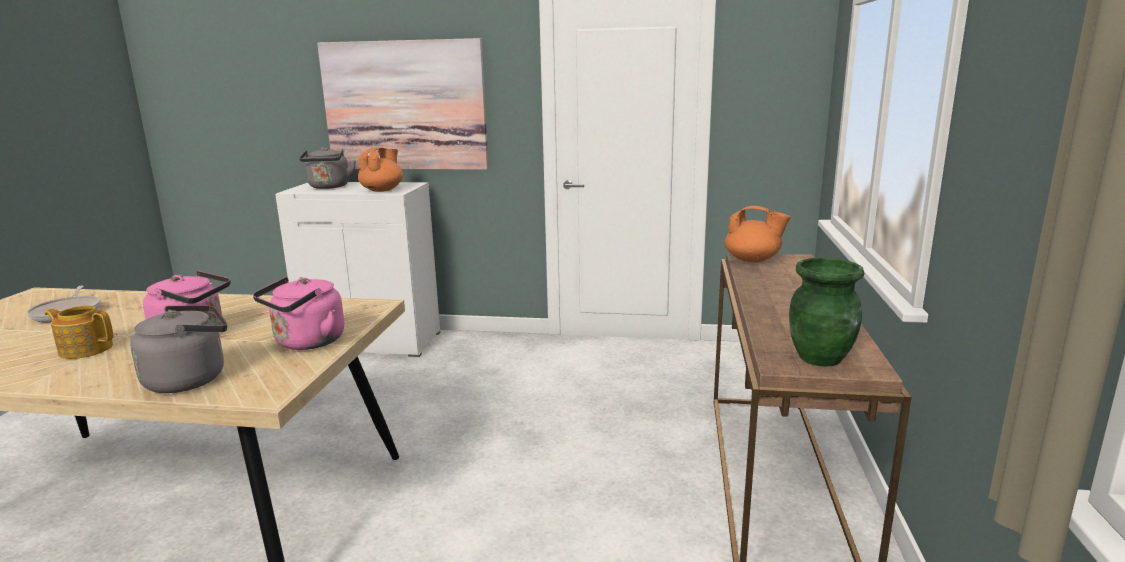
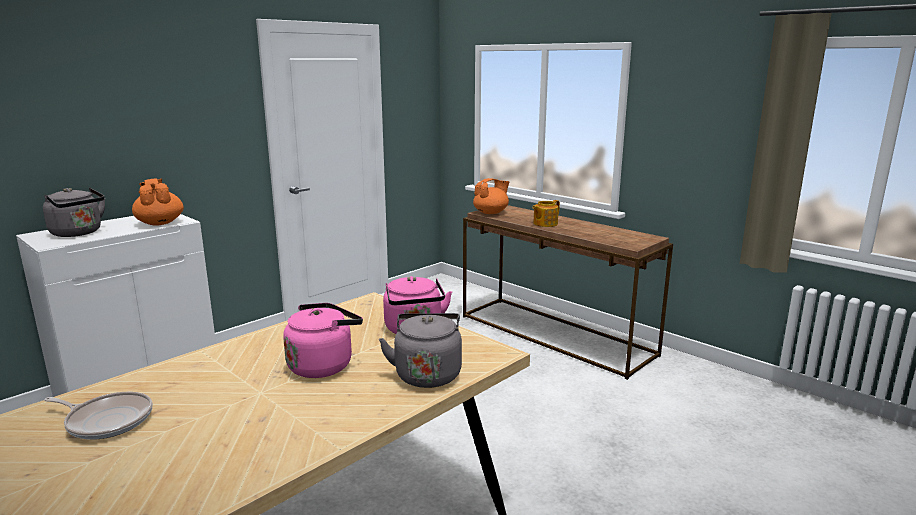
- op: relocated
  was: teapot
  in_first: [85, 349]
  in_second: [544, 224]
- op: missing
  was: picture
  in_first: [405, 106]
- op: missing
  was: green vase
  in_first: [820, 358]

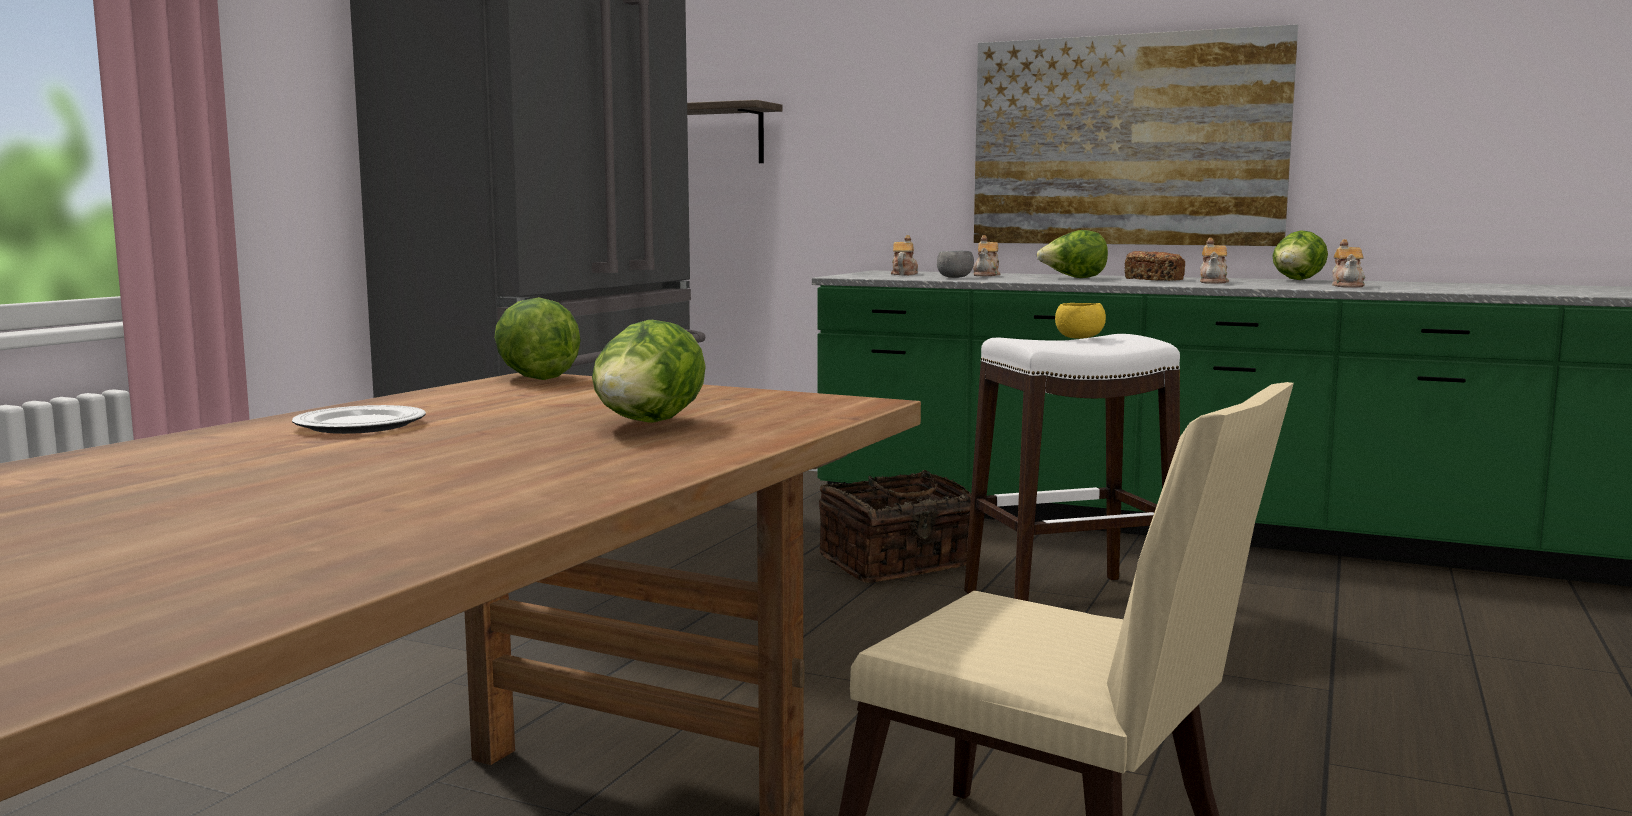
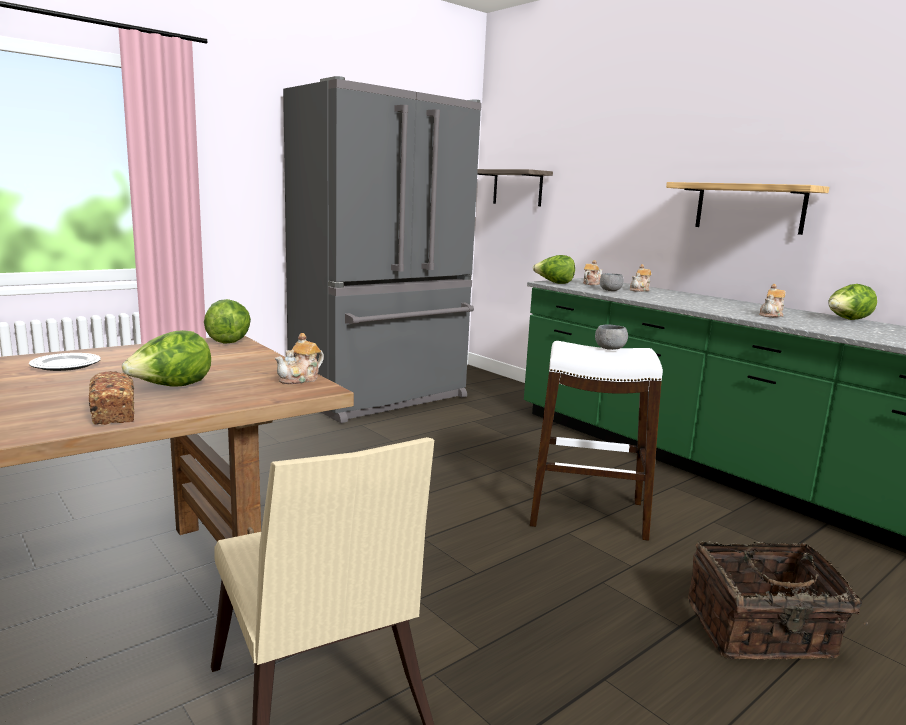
- op: relocated
  was: bread
  in_first: [1154, 279]
  in_second: [114, 413]
- op: relocated
  was: teapot
  in_first: [1348, 286]
  in_second: [300, 379]
- op: relocated
  was: lettuce
  in_first: [1073, 278]
  in_second: [554, 283]
- op: colour
  was: yellow bowl
  now: grey bowl
  in_first: [1079, 338]
  in_second: [610, 348]
- op: exchanged
  was: picture
  now: shelf
  in_first: [1127, 141]
  in_second: [749, 208]
- op: relocated
  was: basket
  in_first: [896, 564]
  in_second: [761, 632]

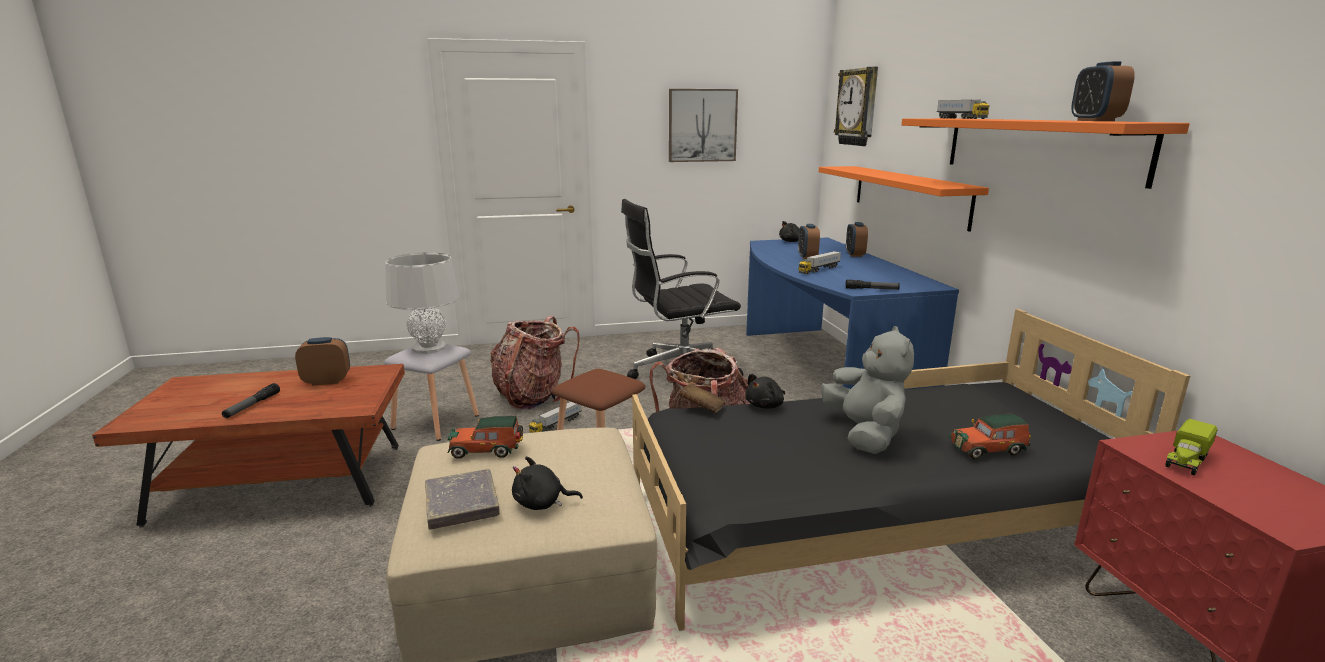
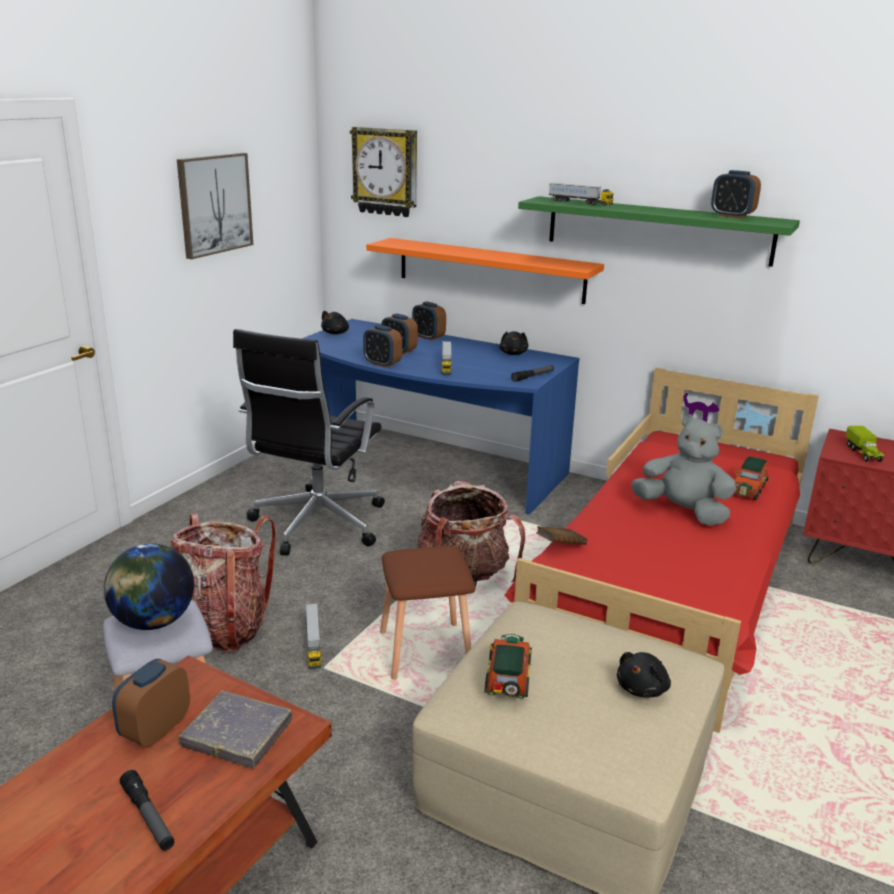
- op: exchanged
  was: grey table lamp
  now: globe
  in_first: [429, 348]
  in_second: [153, 622]
- op: relocated
  was: grey book
  in_first: [462, 503]
  in_second: [237, 734]
- op: appeared
  now: alarm clock
  in_second: [382, 364]
- op: spun
  was: toy car
  in_first: [488, 450]
  in_second: [508, 680]
  clockwise: 150
- op: relocated
  was: black plush toy
  in_first: [765, 405]
  in_second: [513, 353]
- op: colour
  was: black bed
  now: red bed
  in_first: [868, 524]
  in_second: [672, 586]
- op: colour
  was: orange shelf
  now: green shelf
  in_first: [1037, 147]
  in_second: [657, 230]

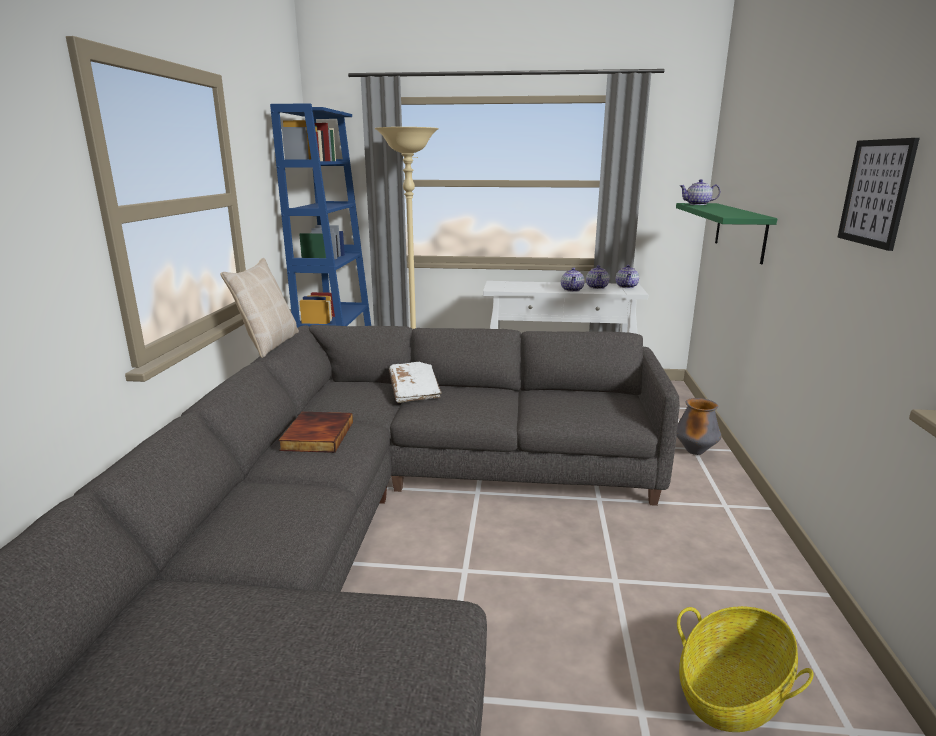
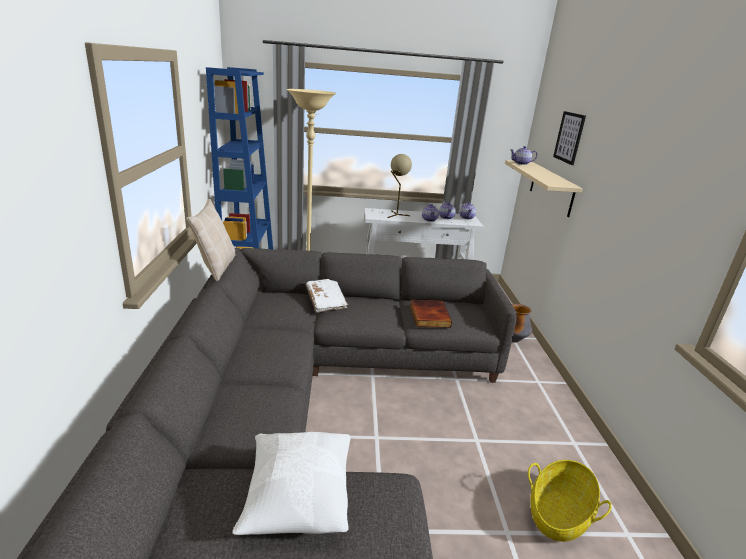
- op: appeared
  now: white pillow
  in_second: [298, 499]
- op: appeared
  now: beige table lamp
  in_second: [395, 215]
- op: relocated
  was: book
  in_first: [316, 435]
  in_second: [428, 316]
- op: colour
  was: green shelf
  now: beige shelf
  in_first: [740, 231]
  in_second: [551, 188]
- op: relocated
  was: picture
  in_first: [876, 192]
  in_second: [569, 137]

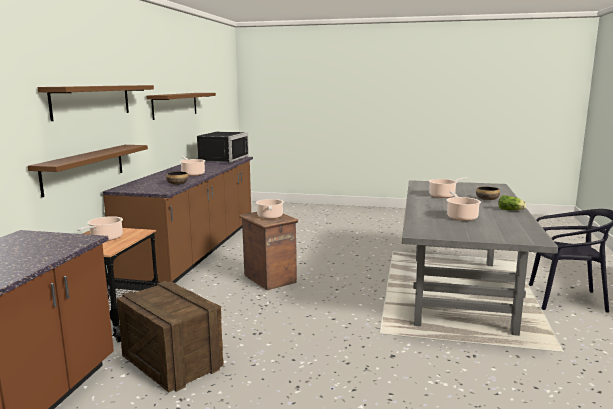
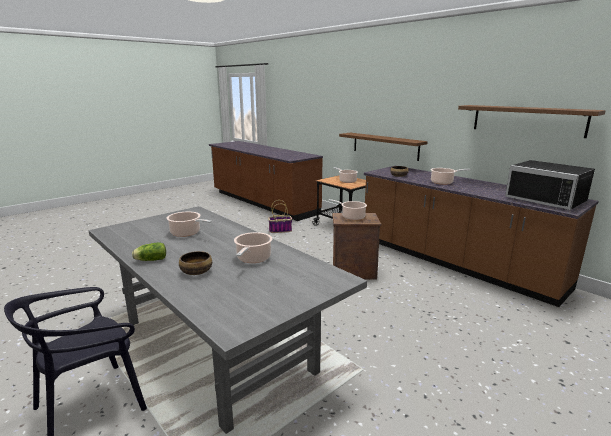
- op: exchanged
  was: crate
  now: basket
  in_first: [171, 362]
  in_second: [280, 230]
- op: missing
  was: brown shelf
  in_first: [92, 101]

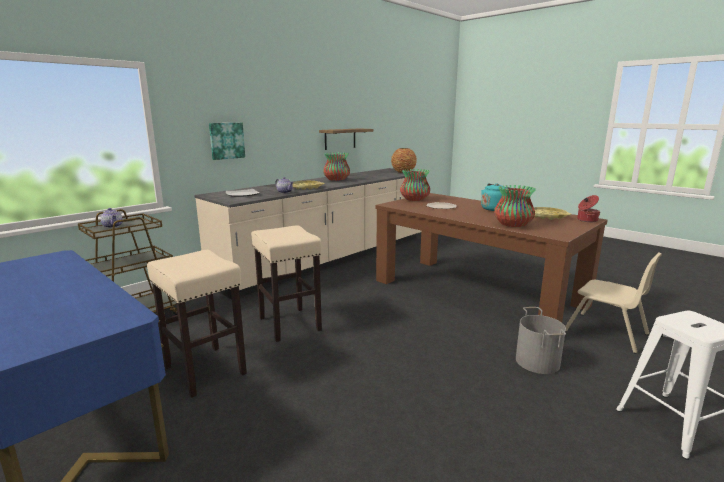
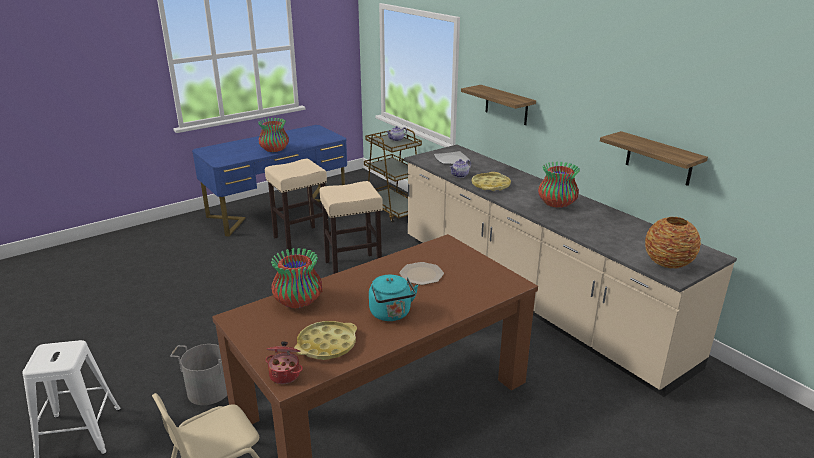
- op: relocated
  was: vase
  in_first: [414, 200]
  in_second: [275, 149]
- op: exchanged
  was: picture
  now: shelf
  in_first: [226, 140]
  in_second: [506, 105]

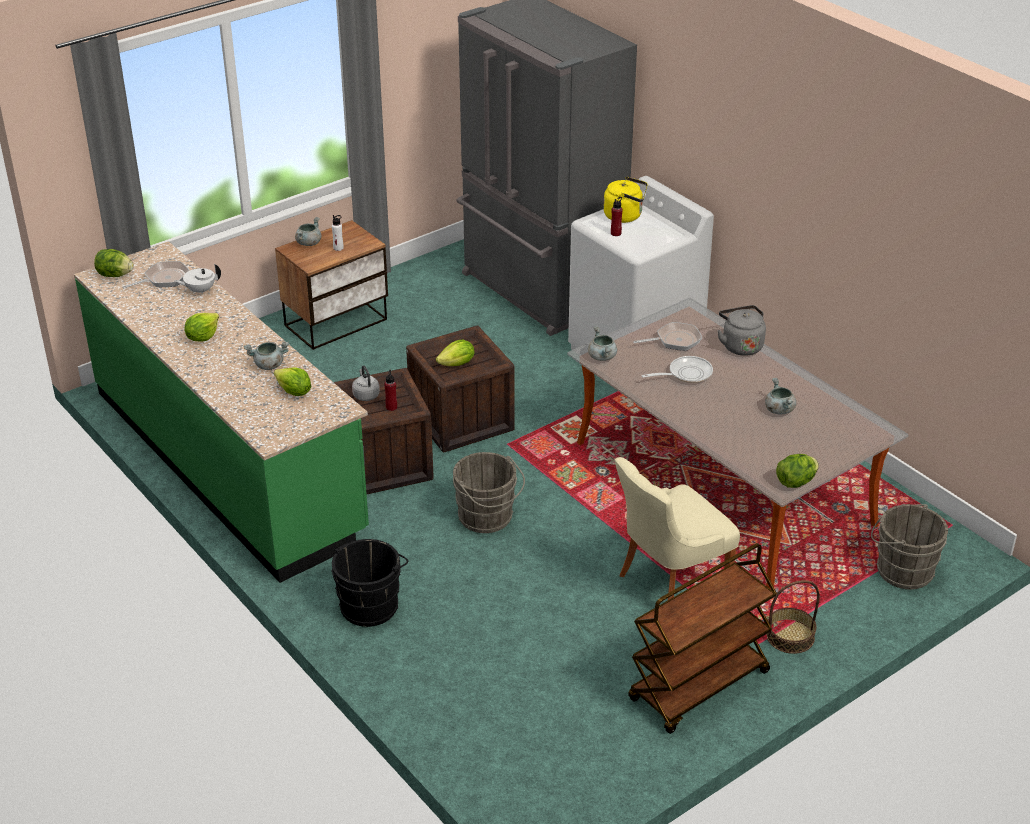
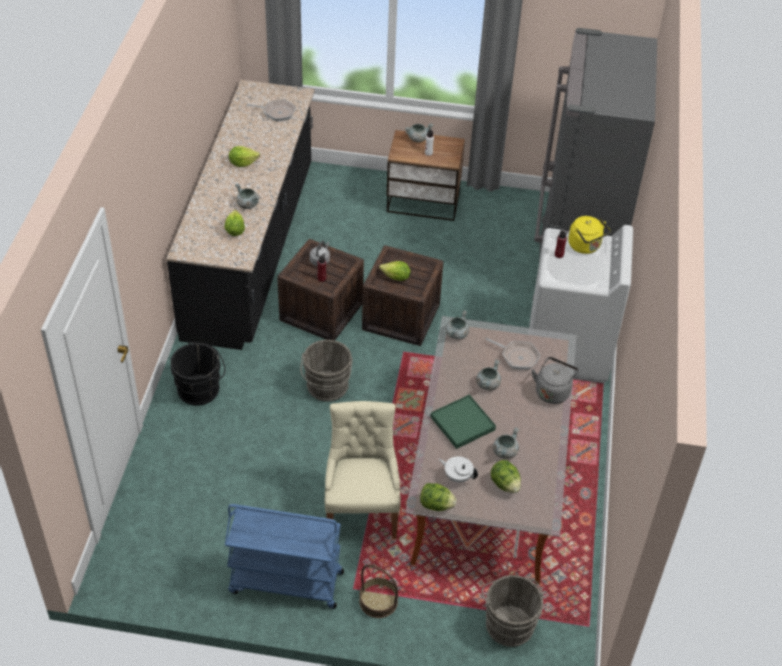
- op: colour
  was: green counter
  now: black counter
  in_first: [228, 461]
  in_second: [251, 250]
- op: colour
  was: brown cart
  now: blue cart
  in_first: [699, 687]
  in_second: [285, 583]
- op: spun
  was: beige chair
  in_first: [669, 584]
  in_second: [361, 511]
  clockwise: 75
- op: appeared
  now: green tray
  in_second: [462, 423]
- op: relocated
  was: white teapot
  in_first: [200, 290]
  in_second: [457, 476]
- op: exchanged
  was: frying pan
  now: grey cooking pot
  in_first: [686, 374]
  in_second: [487, 384]
- op: relocated
  was: lettuce
  in_first: [115, 275]
  in_second: [505, 484]

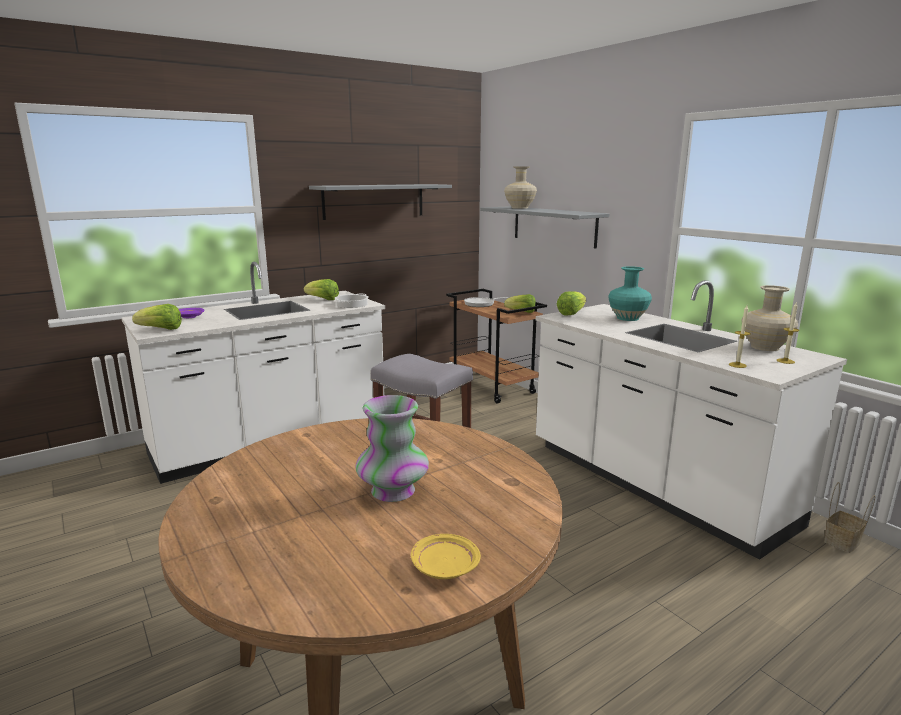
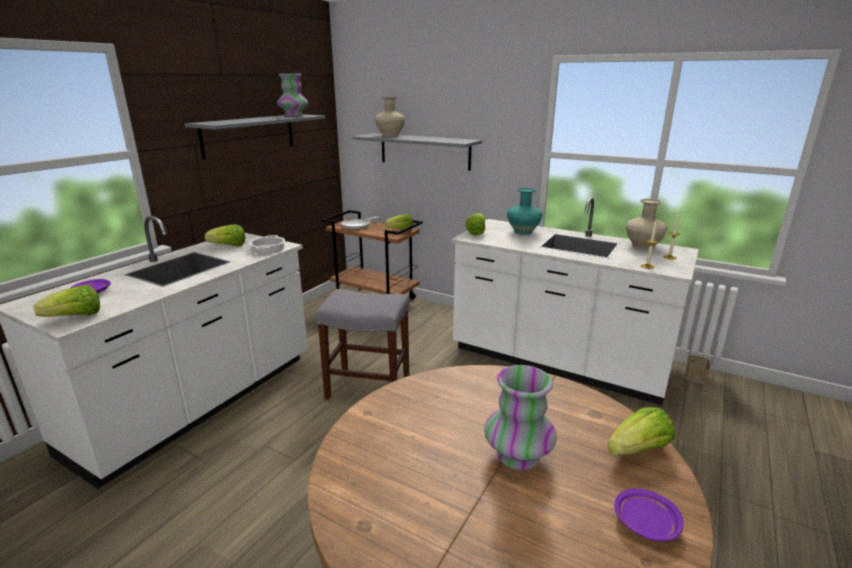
- op: appeared
  now: vase
  in_second: [294, 116]
- op: appeared
  now: lettuce
  in_second: [638, 450]
- op: colour
  was: yellow plate
  now: purple plate
  in_first: [444, 566]
  in_second: [645, 523]

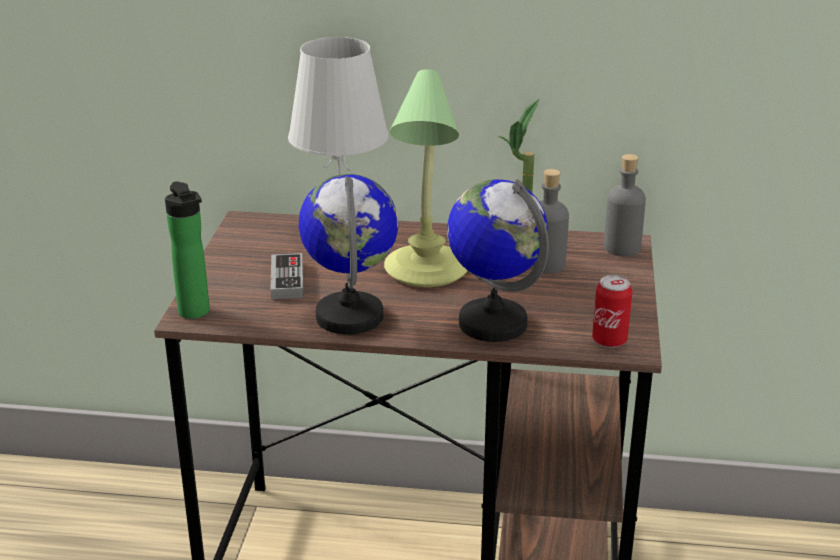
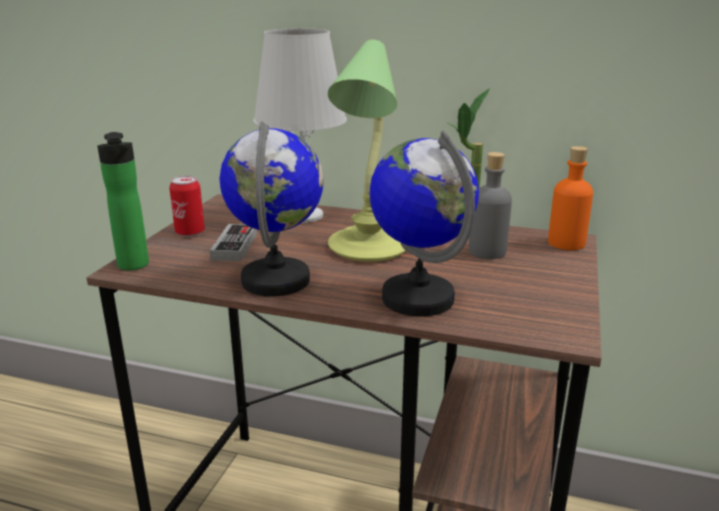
- op: relocated
  was: can
  in_first: [609, 341]
  in_second: [190, 233]
- op: colour
  was: grey bottle
  now: orange bottle
  in_first: [622, 248]
  in_second: [566, 243]

